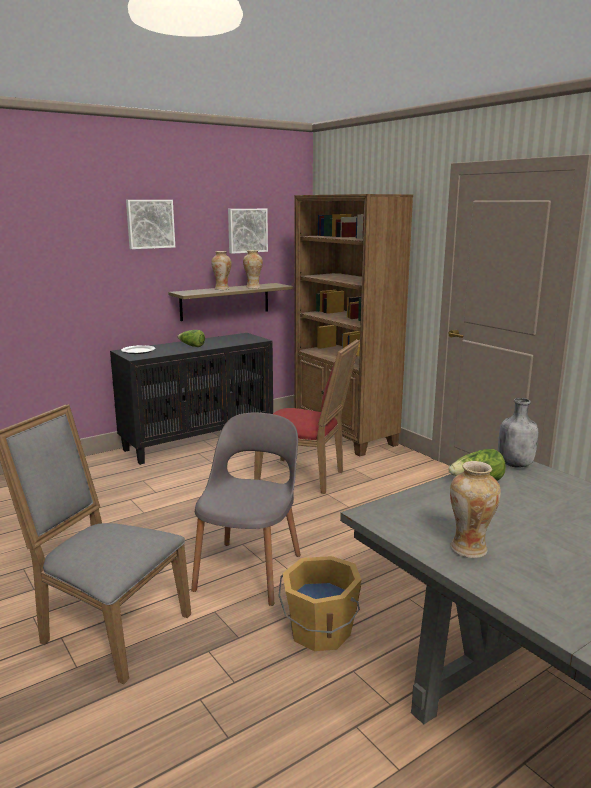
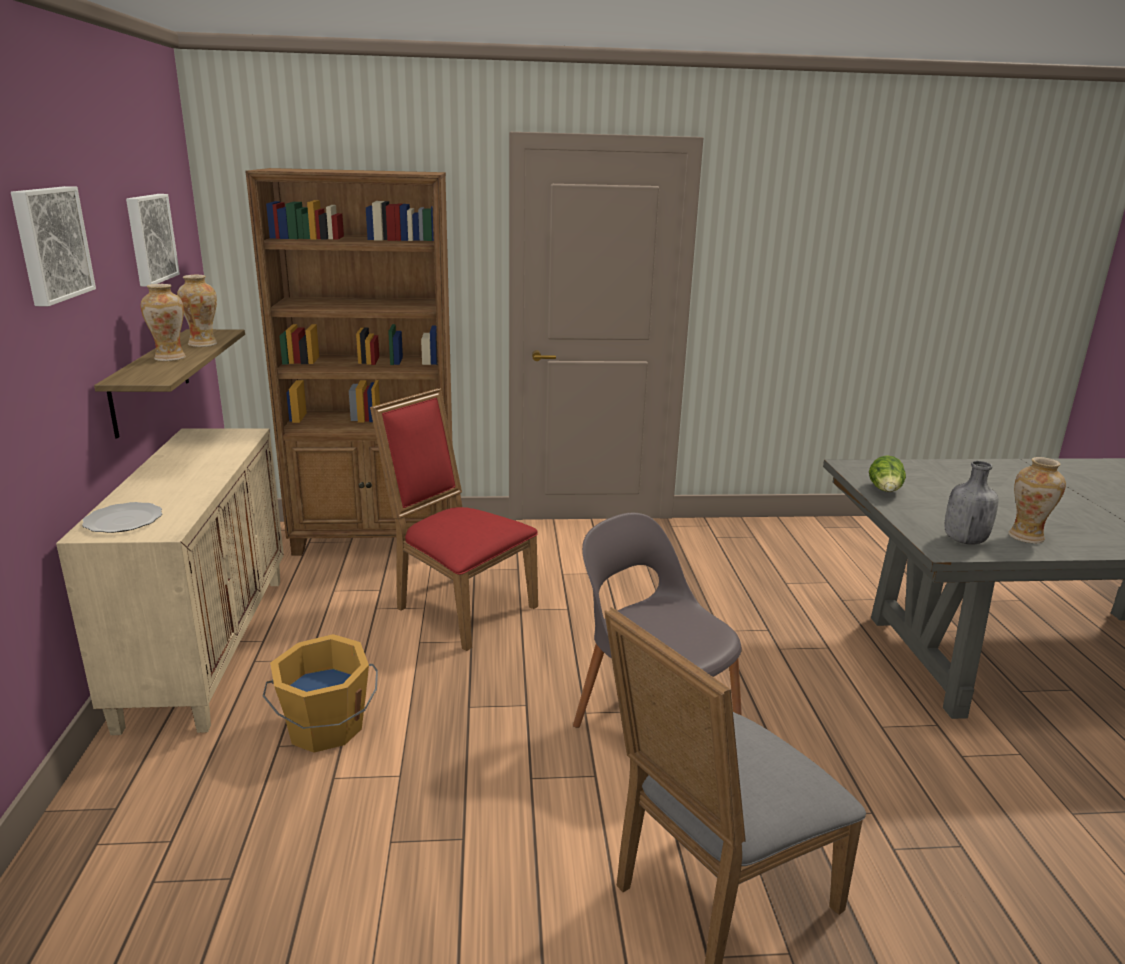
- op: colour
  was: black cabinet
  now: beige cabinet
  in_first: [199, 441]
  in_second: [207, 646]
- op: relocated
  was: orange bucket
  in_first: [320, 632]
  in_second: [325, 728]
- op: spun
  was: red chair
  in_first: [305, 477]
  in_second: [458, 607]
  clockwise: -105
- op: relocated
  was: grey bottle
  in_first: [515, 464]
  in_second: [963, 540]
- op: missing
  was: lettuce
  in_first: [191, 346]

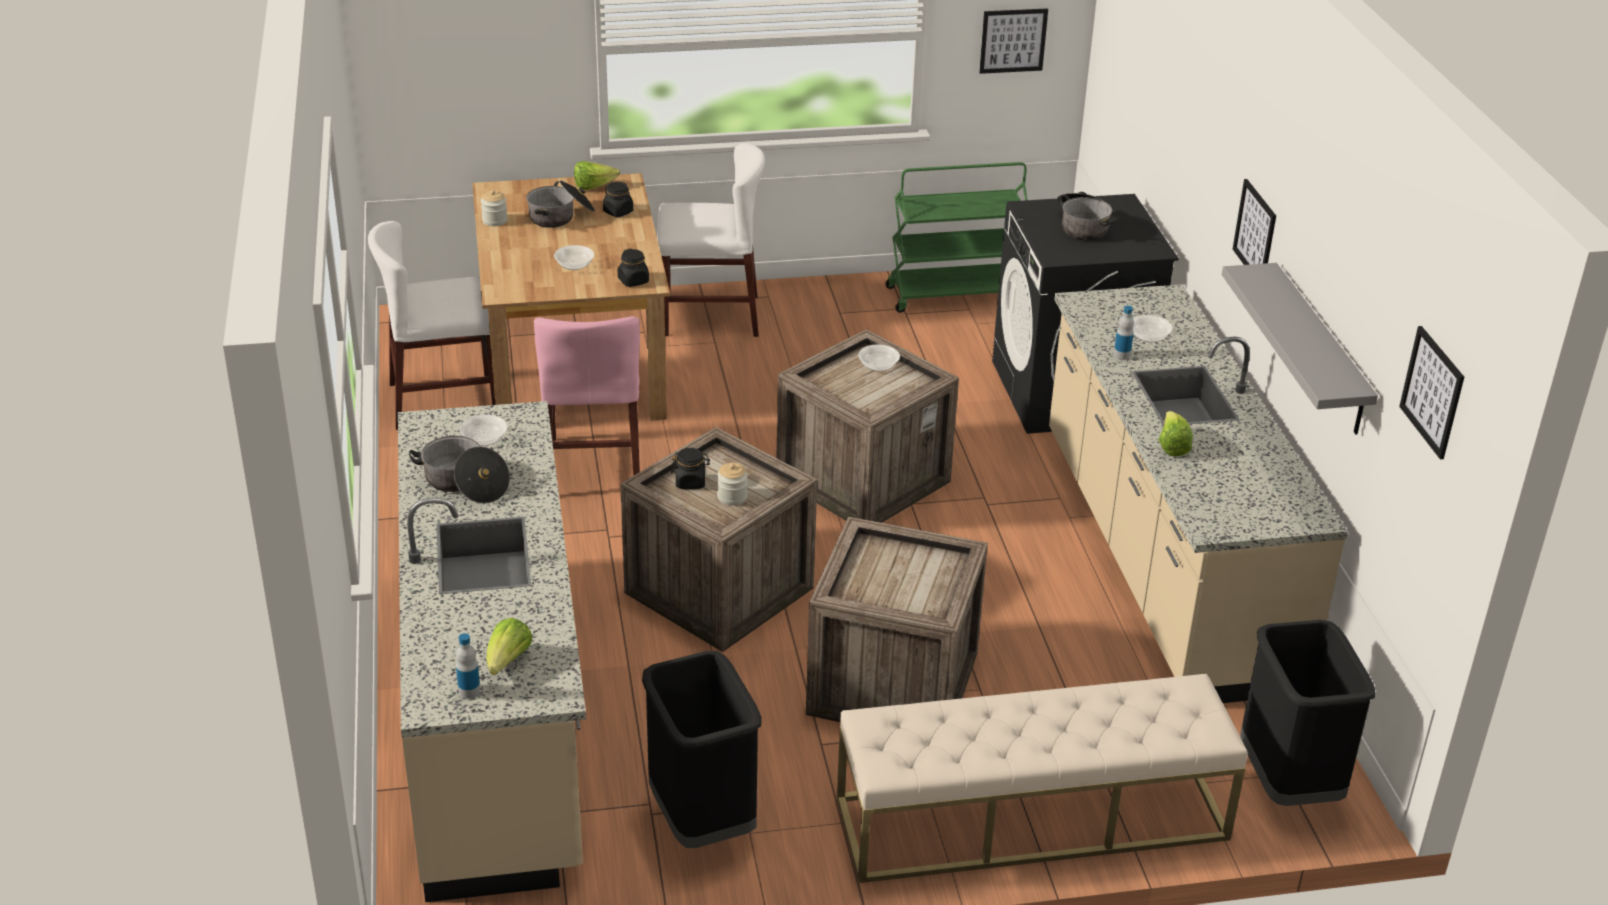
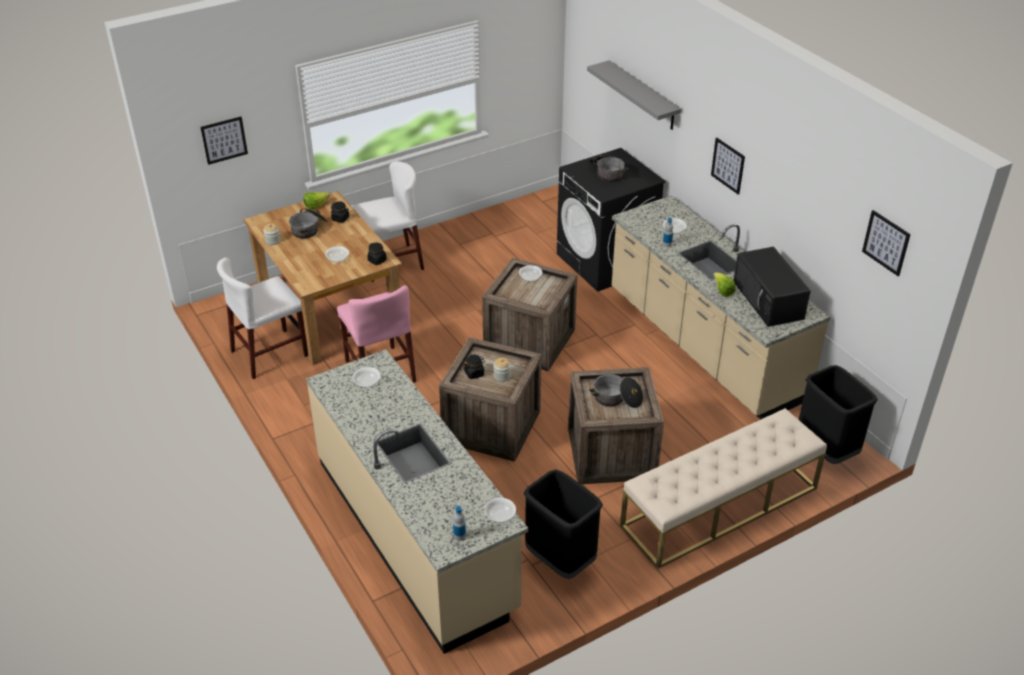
- op: relocated
  was: picture
  in_first: [1013, 40]
  in_second: [224, 140]
- op: appeared
  now: bowl
  in_second: [500, 516]
- op: relocated
  was: grey shelf
  in_first: [1319, 350]
  in_second: [643, 96]
- op: relocated
  was: cooking pot
  in_first: [464, 483]
  in_second: [616, 399]
- op: appeared
  now: black microwave
  in_second: [769, 300]
- op: missing
  was: lettuce
  in_first: [507, 662]
- op: missing
  was: green cart
  in_first: [954, 295]

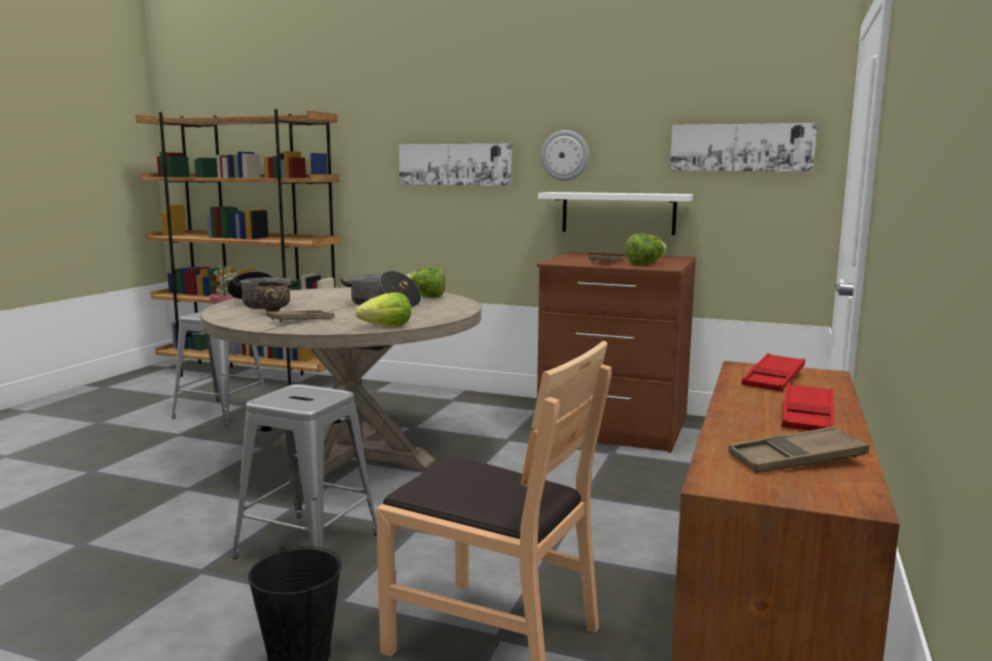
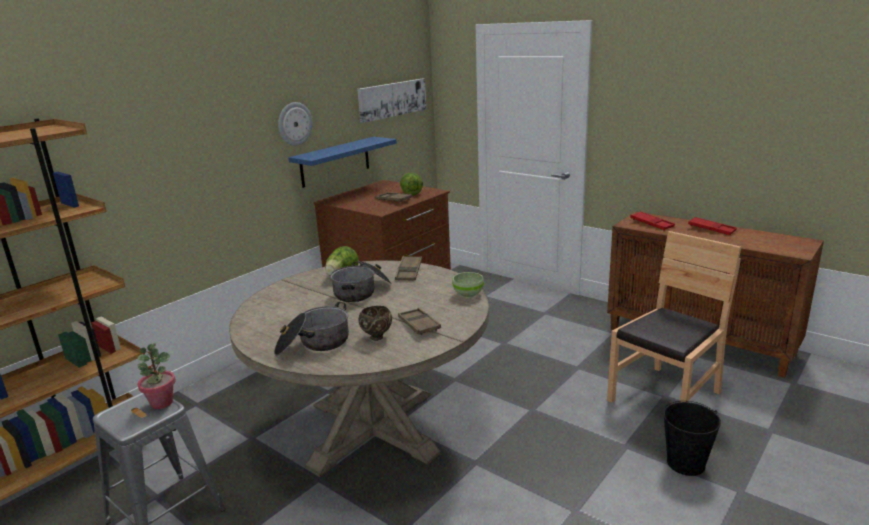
- op: colour
  was: white shelf
  now: blue shelf
  in_first: [618, 213]
  in_second: [335, 161]
- op: relocated
  was: brown tray
  in_first: [796, 460]
  in_second: [409, 271]
- op: exchanged
  was: lettuce
  now: green bowl
  in_first: [387, 327]
  in_second: [468, 294]
- op: missing
  was: grey stool
  in_first: [309, 545]
- op: missing
  was: picture
  in_first: [455, 164]

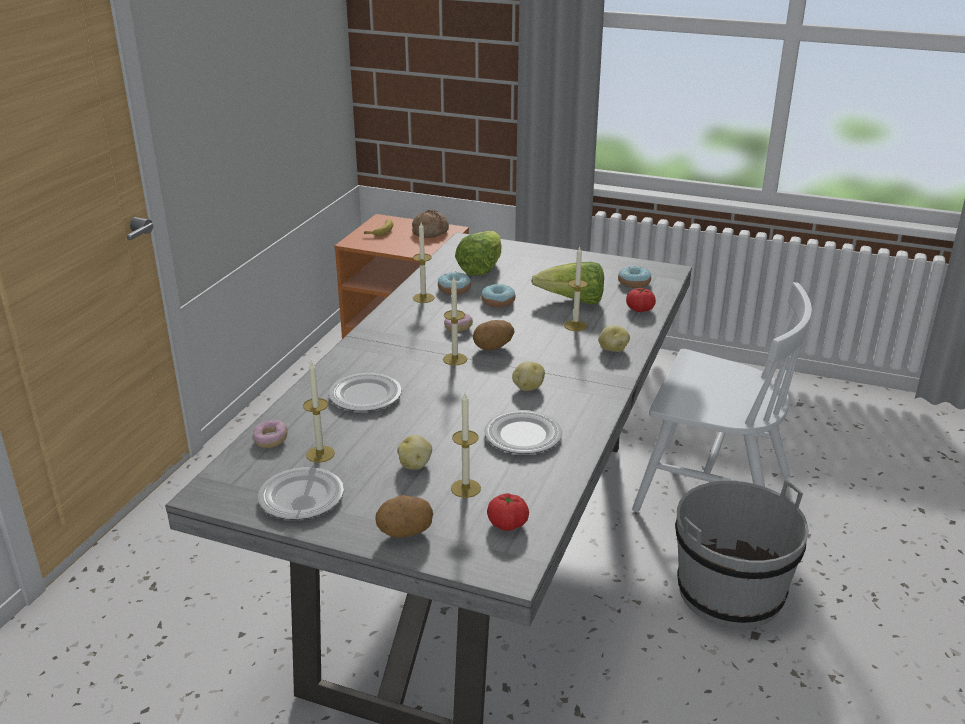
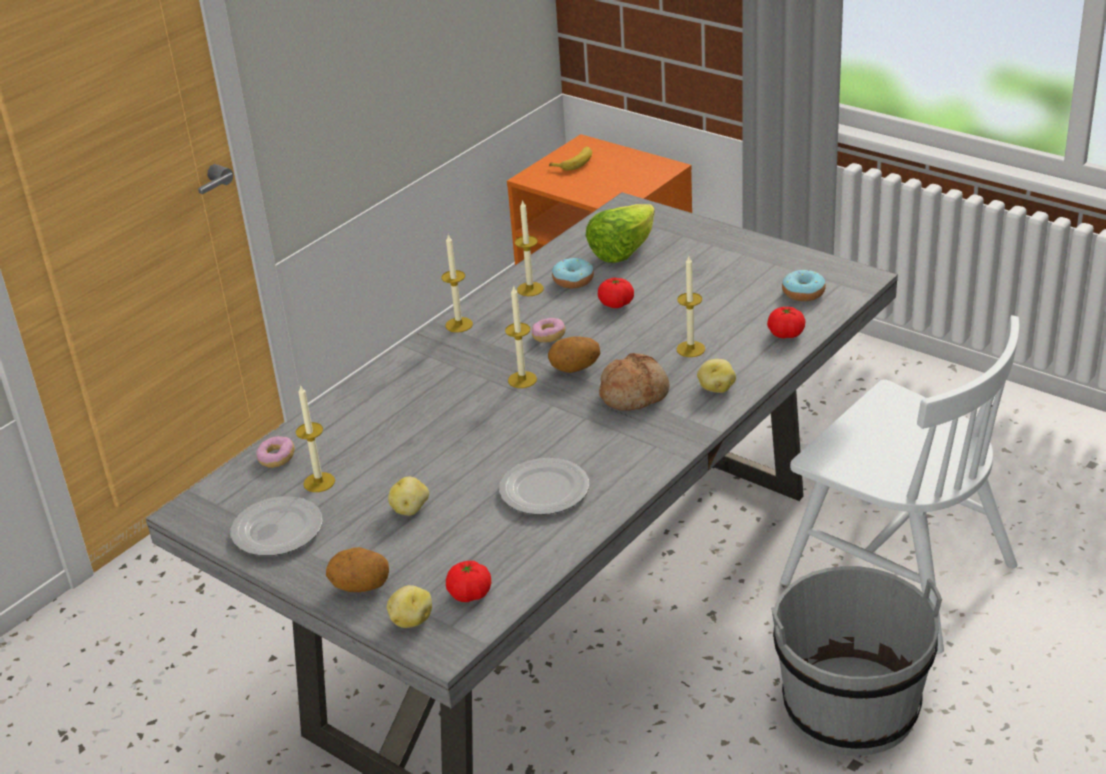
- op: relocated
  was: potato
  in_first: [528, 387]
  in_second: [411, 620]
- op: relocated
  was: candle
  in_first: [465, 488]
  in_second: [459, 325]
- op: exchanged
  was: donut
  now: tomato
  in_first: [498, 302]
  in_second: [616, 304]
- op: relocated
  was: bread
  in_first: [430, 232]
  in_second: [634, 393]
- op: missing
  was: plate
  in_first: [365, 396]
- op: missing
  was: lettuce
  in_first: [573, 301]

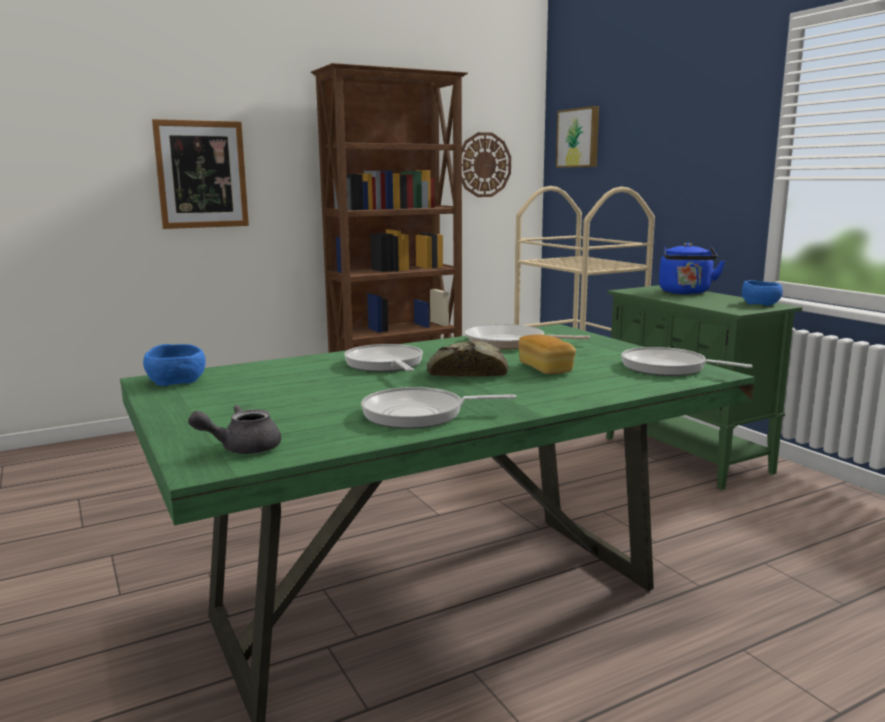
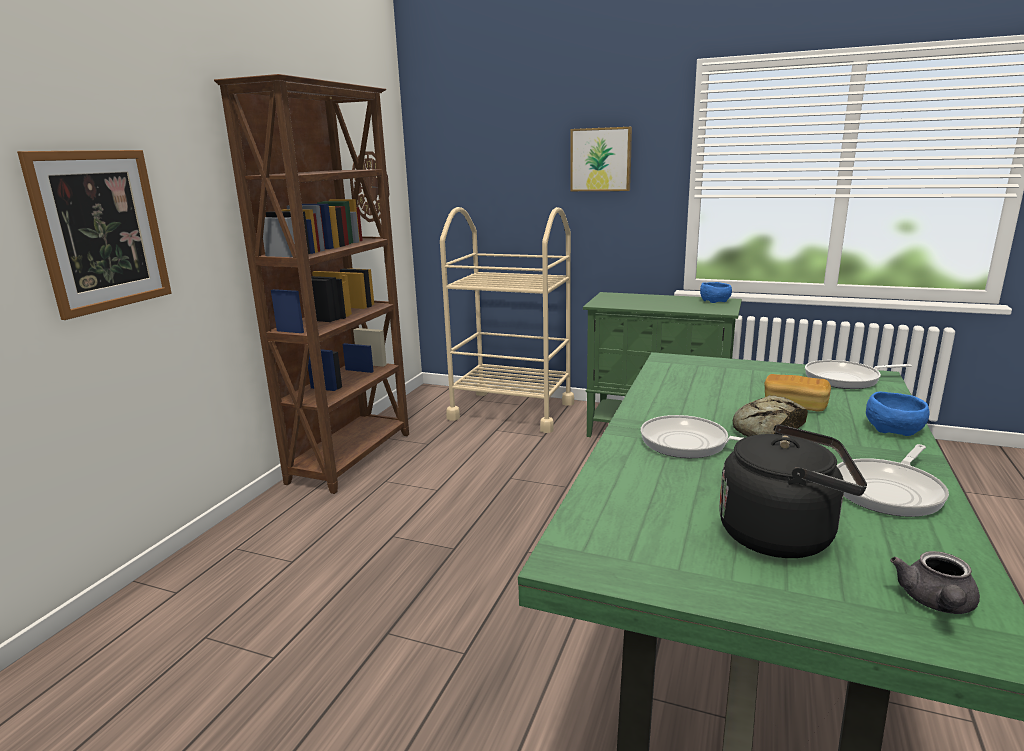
- op: relocated
  was: picture
  in_first: [579, 138]
  in_second: [601, 159]
- op: appeared
  now: black kettle
  in_second: [783, 535]
- op: relocated
  was: blue bowl
  in_first: [177, 381]
  in_second: [895, 428]
- op: missing
  was: frying pan
  in_first: [509, 343]
- op: missing
  was: blue kettle
  in_first: [685, 293]

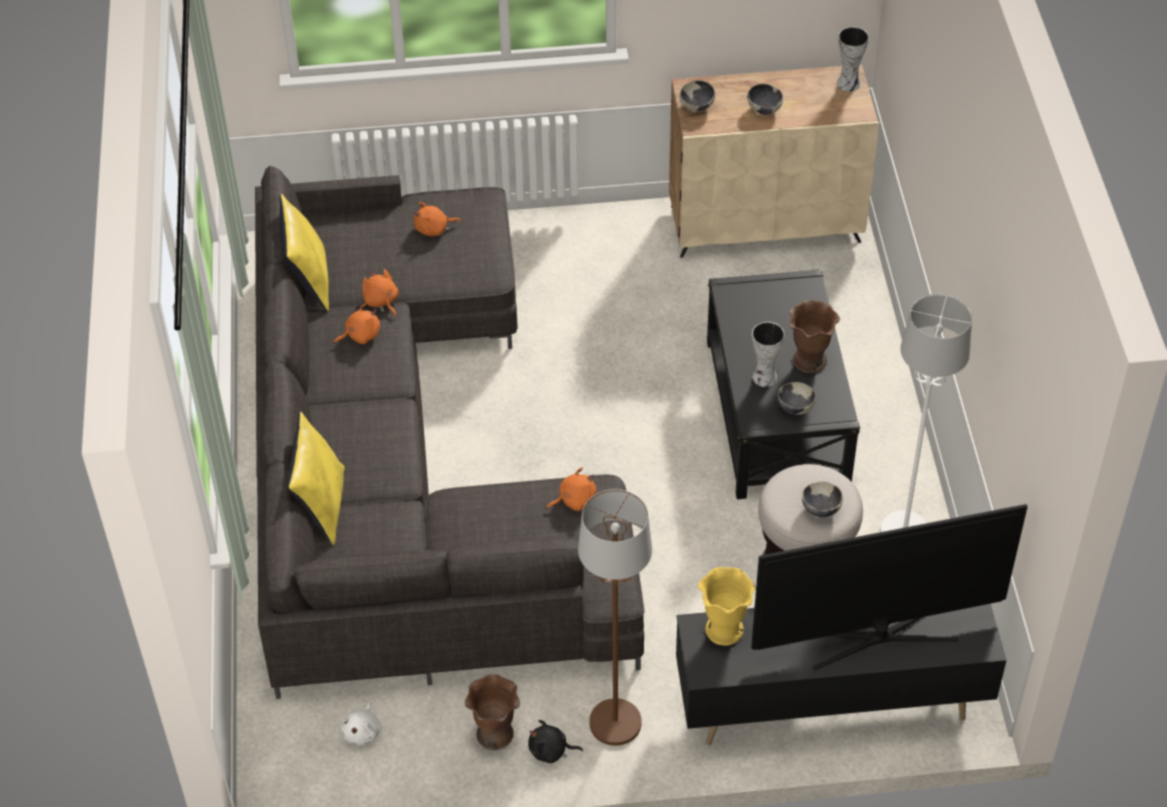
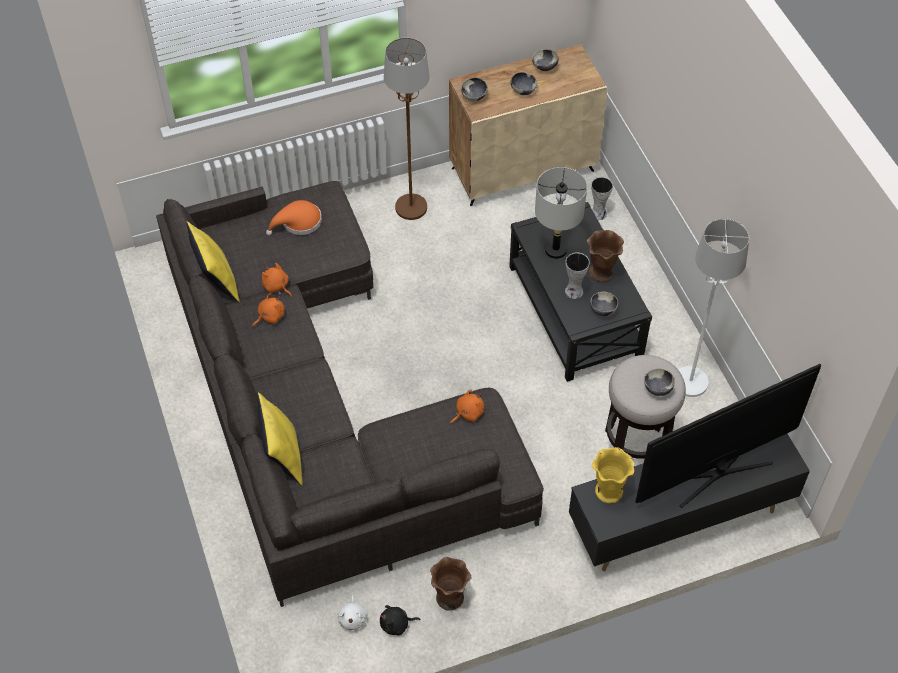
- op: exchanged
  was: orange plush toy
  now: orange hat
  in_first: [434, 229]
  in_second: [298, 223]
- op: relocated
  was: black plush toy
  in_first: [551, 751]
  in_second: [396, 624]
- op: relocated
  was: brown floor lamp
  in_first: [615, 723]
  in_second: [411, 208]
- op: appeared
  now: bowl
  in_second: [544, 67]
- op: appeared
  now: grey table lamp
  in_second: [556, 250]
- op: relocated
  was: vase
  in_first: [849, 83]
  in_second: [598, 213]

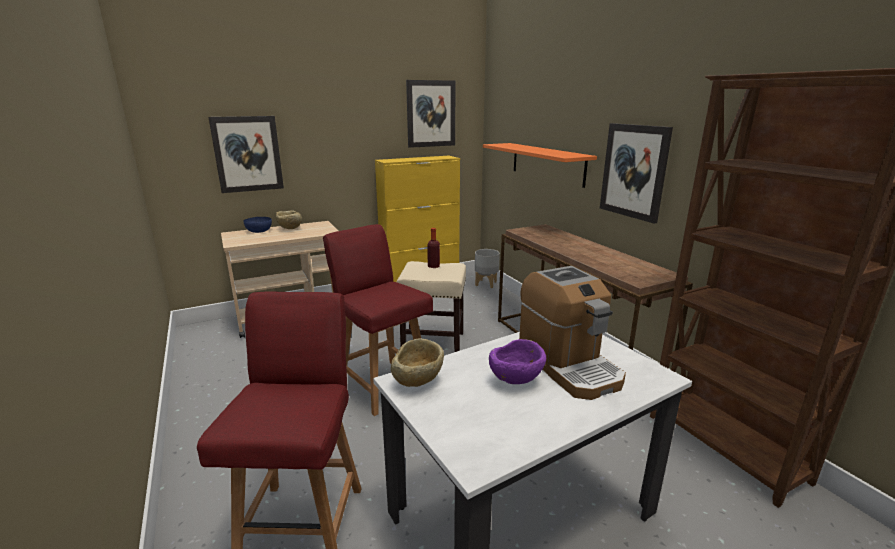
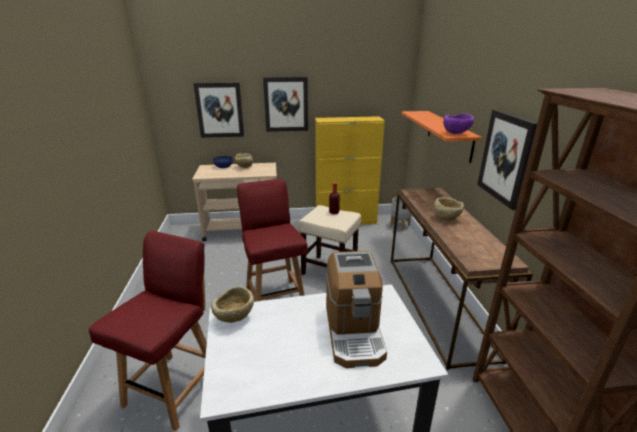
- op: relocated
  was: picture
  in_first: [431, 114]
  in_second: [286, 104]
- op: appeared
  now: beige bowl
  in_second: [446, 218]
- op: relocated
  was: purple bowl
  in_first: [515, 381]
  in_second: [456, 134]

